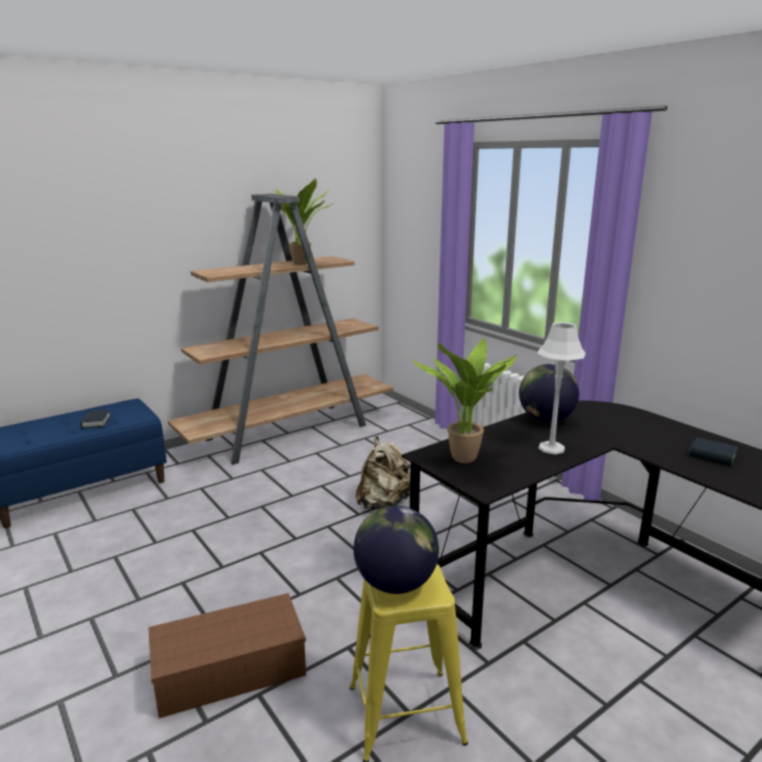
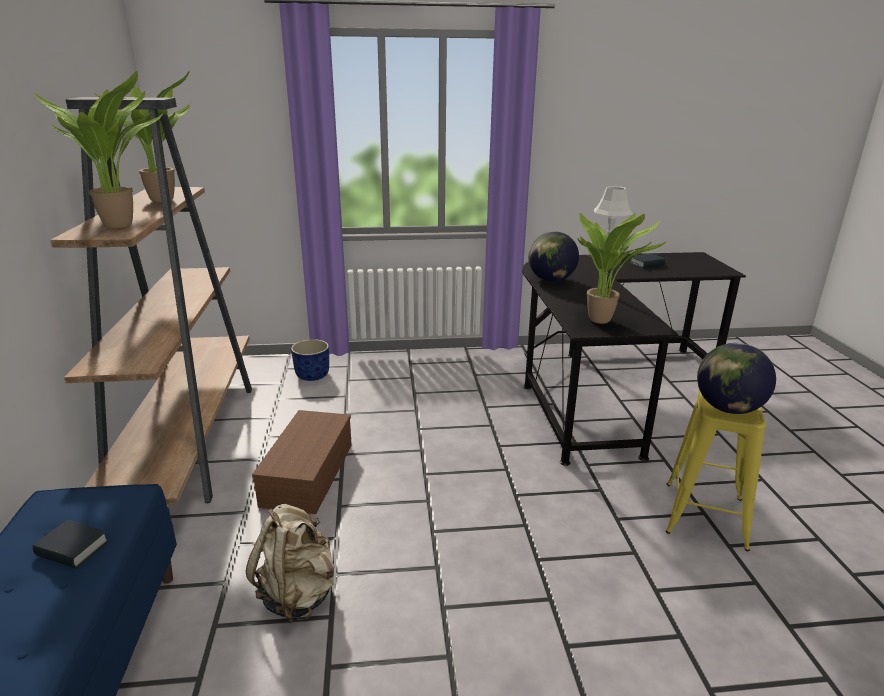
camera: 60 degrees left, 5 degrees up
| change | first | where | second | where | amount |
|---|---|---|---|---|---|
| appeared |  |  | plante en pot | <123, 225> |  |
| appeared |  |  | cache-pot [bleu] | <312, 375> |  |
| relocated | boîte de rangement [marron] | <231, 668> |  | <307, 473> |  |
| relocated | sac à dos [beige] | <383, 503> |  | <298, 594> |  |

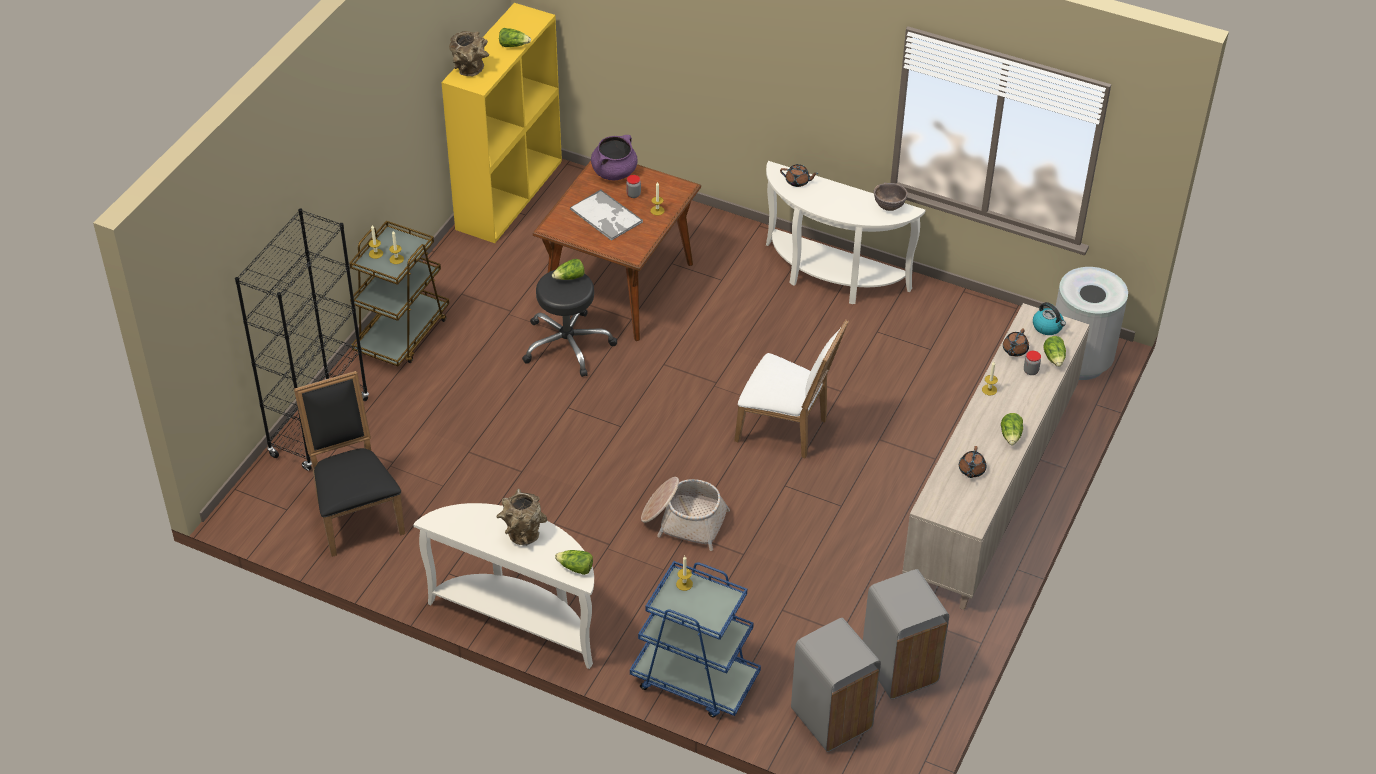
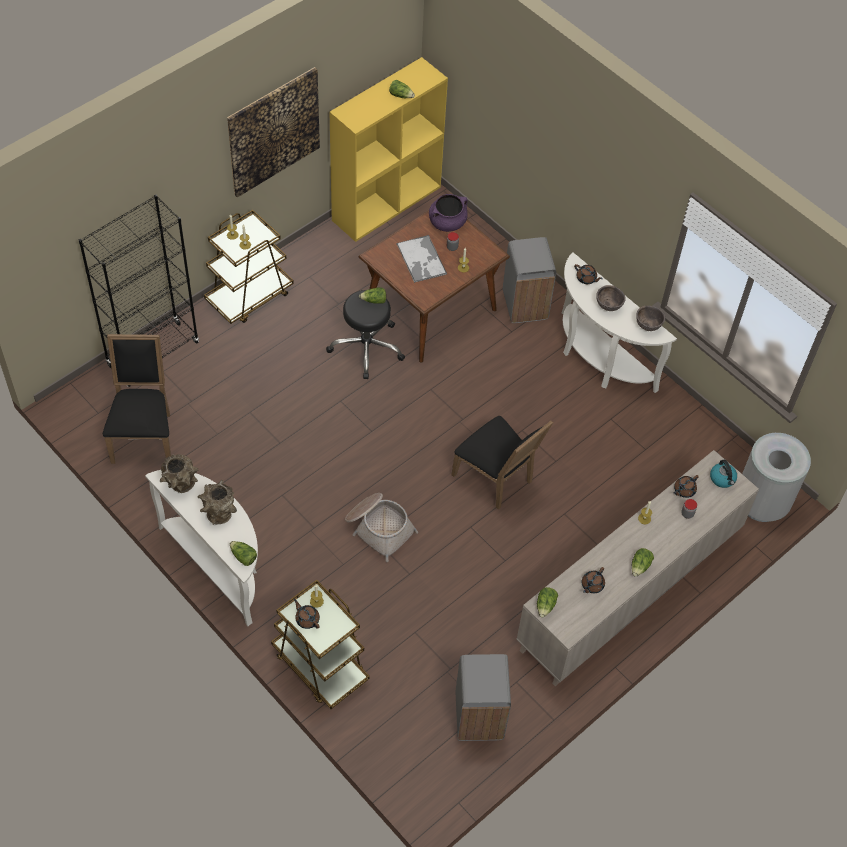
camera: 20 degrees right, 10 degrees up
| change | first | where | second | where | amount |
|---|---|---|---|---|---|
| appeared |  |  | tableau | <273, 132> |  |
| appeared |  |  | théière [marron] | <307, 619> |  |
| appeared |  |  | bol [marron] | <608, 306> |  |
| relocated | vase [marron] | <470, 71> |  | <181, 486> |  |
| relocated | poubelle [gris] | <831, 720> |  | <524, 305> |  |
| relocated | laitue | <1054, 358> |  | <545, 606> |  |
| colour | chariot [bleu] | <694, 680> | chariot [marron] | <320, 665> |  |
| colour | chaise [blanc] | <787, 429> | chaise [noir] | <496, 479> |  |

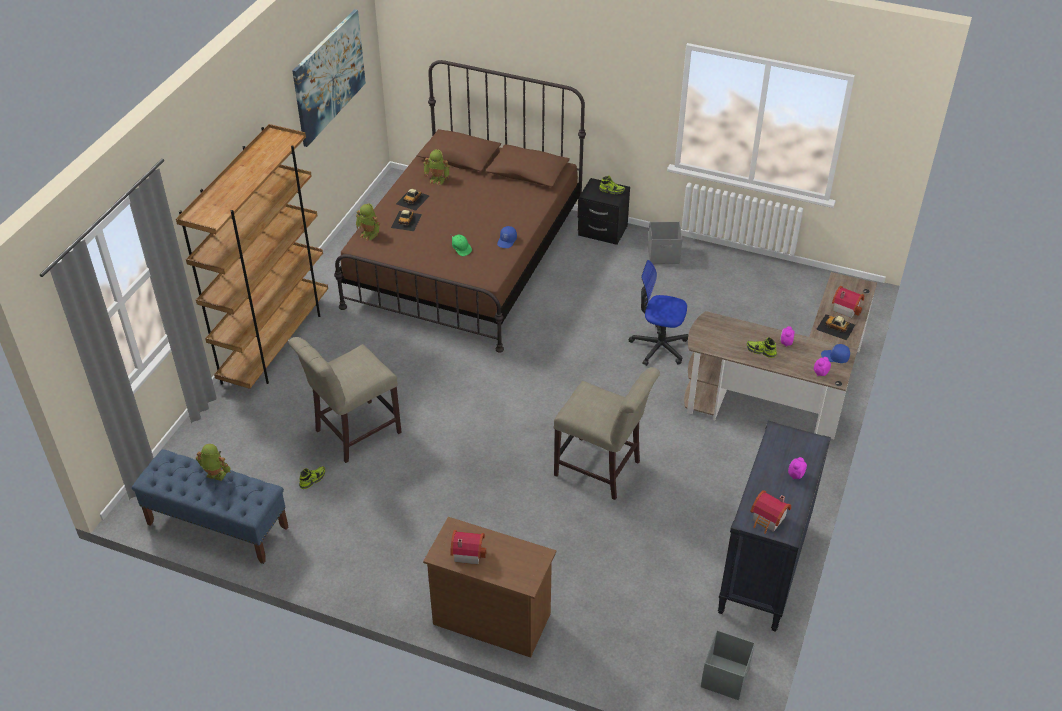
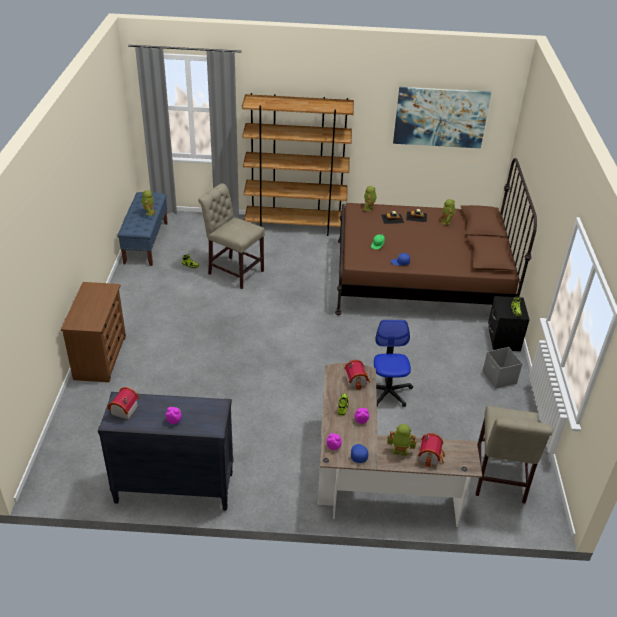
camera: 70 degrees right, 5 degrees down
| change | first | where | second | where | amount |
|---|---|---|---|---|---|
| missing | boîte de rangement [gris] | <725, 676> |  |  |  |
| relocated | maison miniature | <467, 551> |  | <357, 380> |  |
| relocated | chaise [beige] | <601, 470> |  | <499, 480> |  |
| exchanged | petite voiture | <836, 327> | robot jouet | <399, 451> |  |

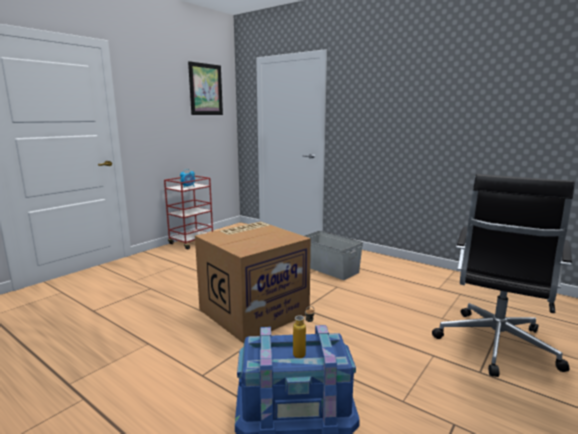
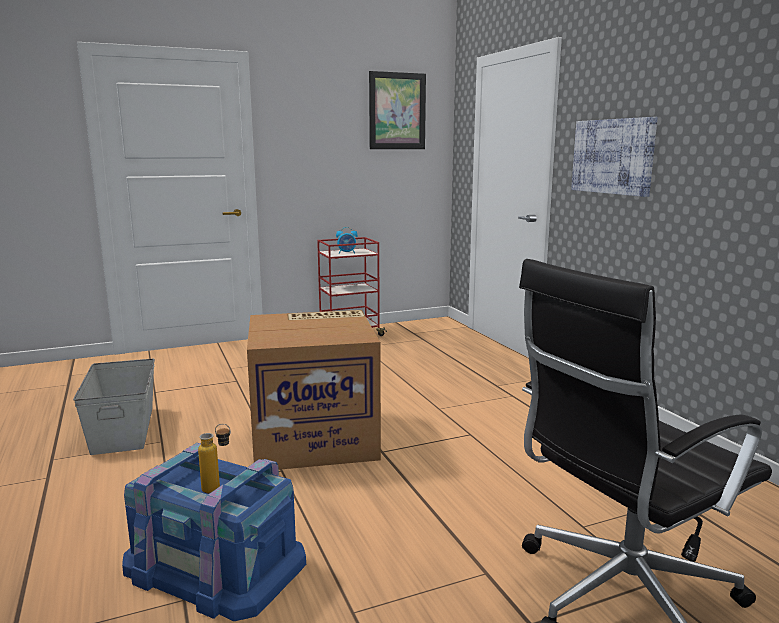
camera: 30 degrees right, 0 degrees up
| change | first | where | second | where | amount |
|---|---|---|---|---|---|
| appeared |  |  | tableau | <612, 156> |  |
| relocated | boîte de rangement [gris] | <329, 268> |  | <124, 429> |  |

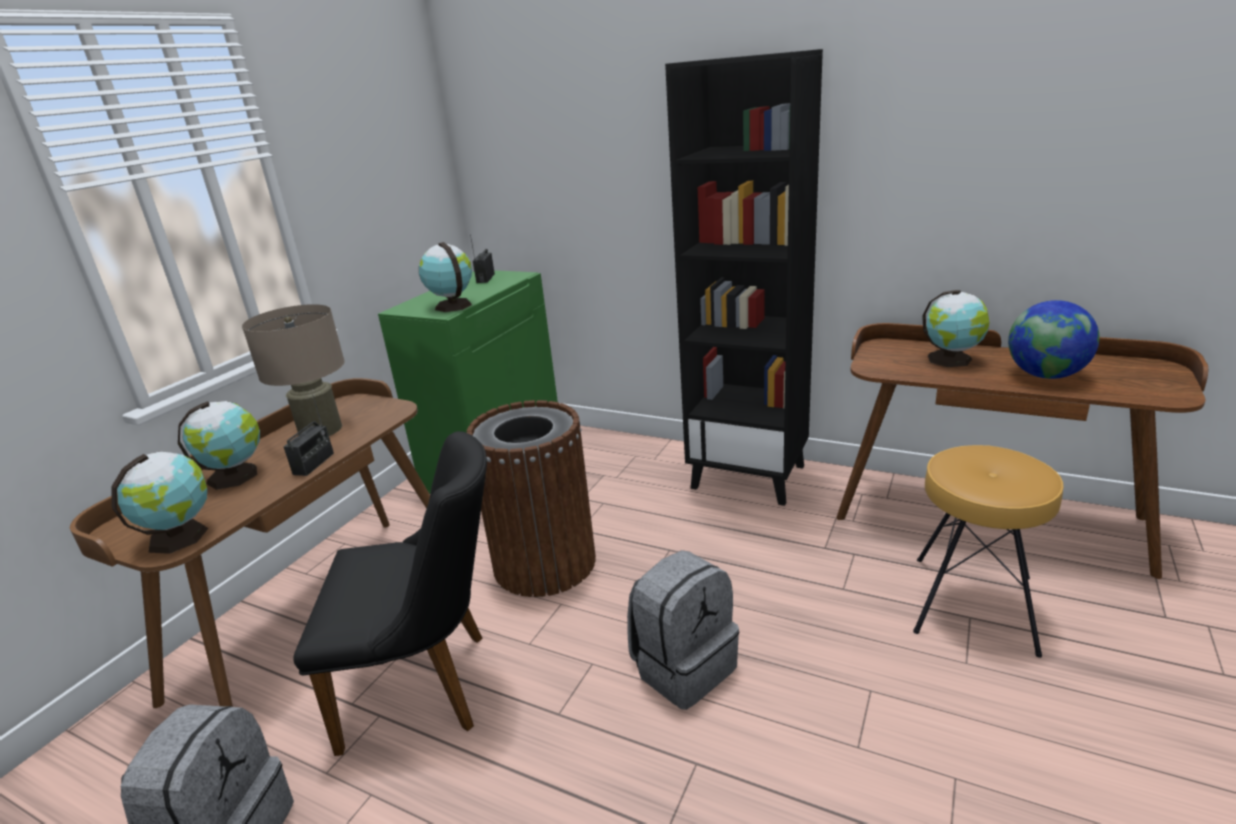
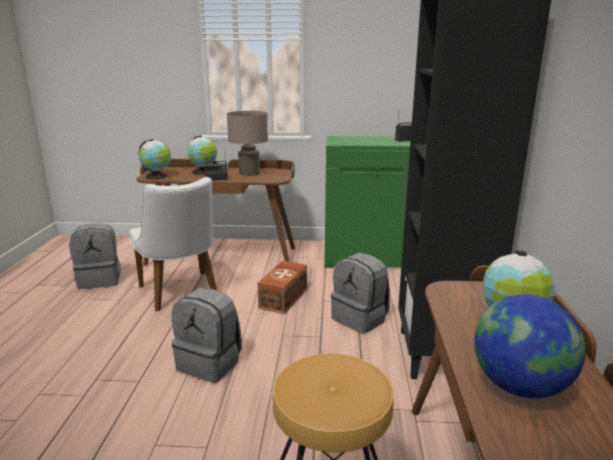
camera: 65 degrees right, 5 degrees down
| change | first | where | second | where | amount |
|---|---|---|---|---|---|
| missing | globe | <452, 305> |  |  |  |
| appeared |  |  | sac à dos [gris] | <360, 319> |  |
| exchanged | poubelle [marron] | <544, 563> | boîte de rangement [marron] | <284, 298> |  |
| colour | chaise [noir] | <431, 686> | chaise [blanc] | <181, 294> |  |

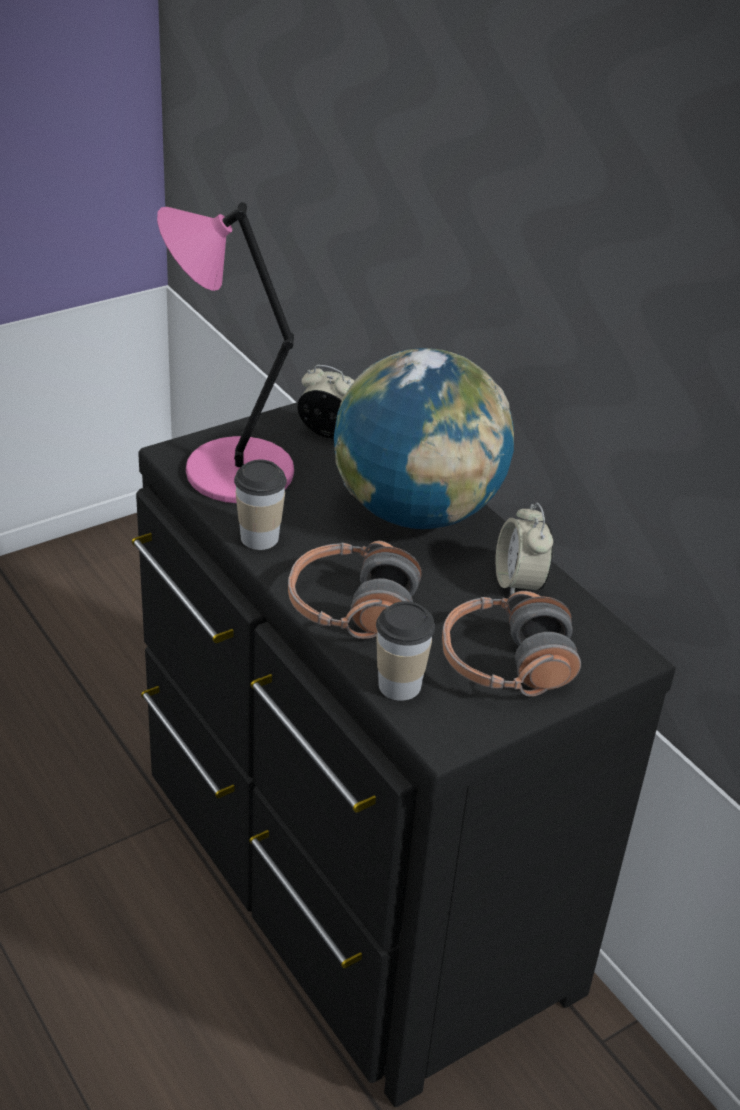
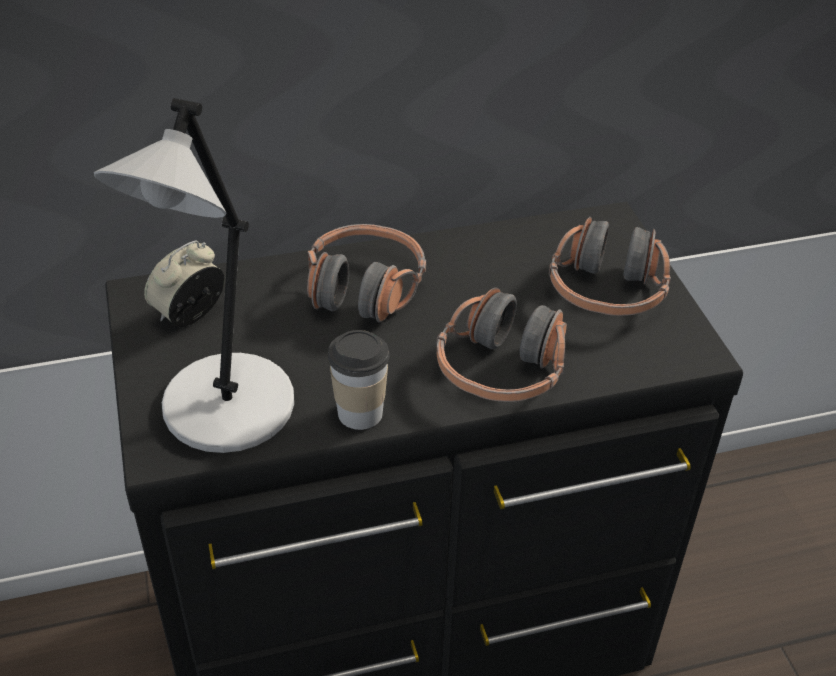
camera: 70 degrees left, 5 degrees up
| change | first | where | second | where | amount |
|---|---|---|---|---|---|
| missing | tasse | <399, 685> |  |  |  |
| missing | réveil | <519, 583> |  |  |  |
| exchanged | globe | <416, 512> | casque audio | <364, 288> |  |
| colour | lampe de table [rose] | <232, 472> | lampe de table [gris] | <225, 411> |  |

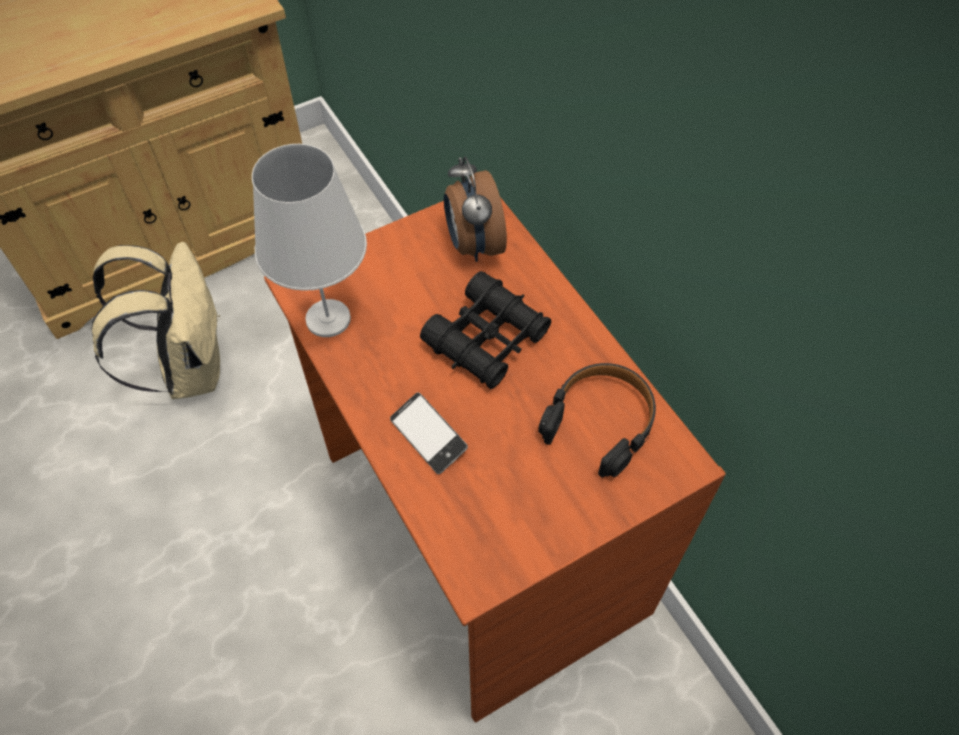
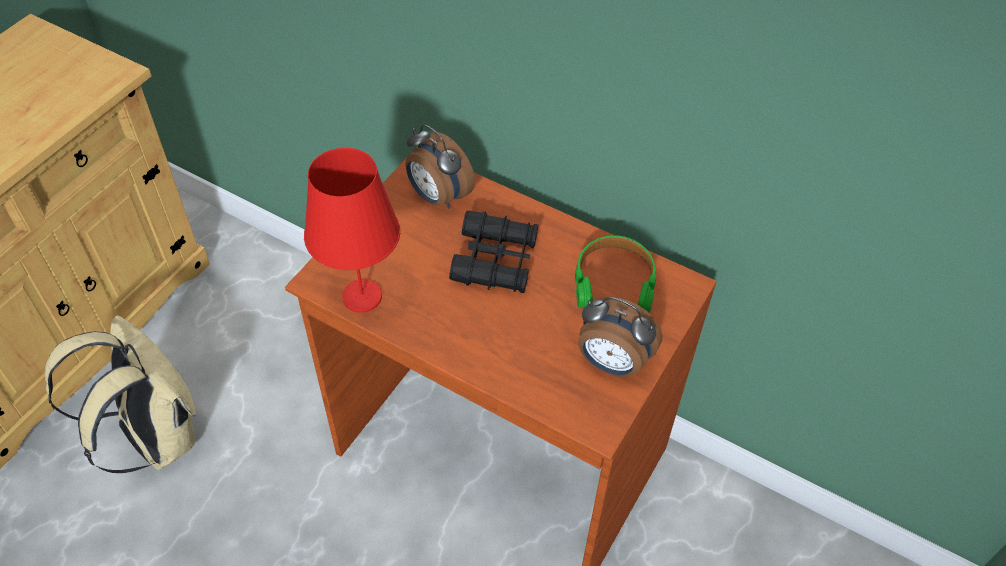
camera: 30 degrees left, 5 degrees down
| change | first | where | second | where | amount |
|---|---|---|---|---|---|
| missing | téléphone | <428, 436> |  |  |  |
| appeared |  |  | réveil | <612, 363> |  |
| colour | lampe de table [blanc] | <328, 318> | lampe de table [rouge] | <362, 296> |  |
| colour | casque audio [noir] | <600, 422> | casque audio [vert] | <614, 283> |  |

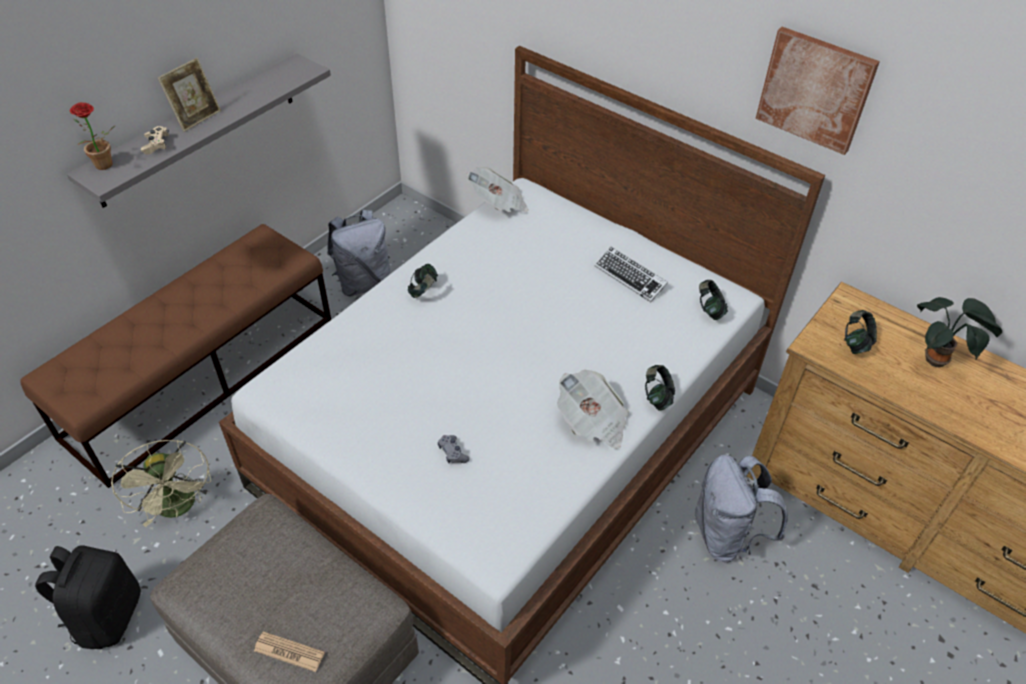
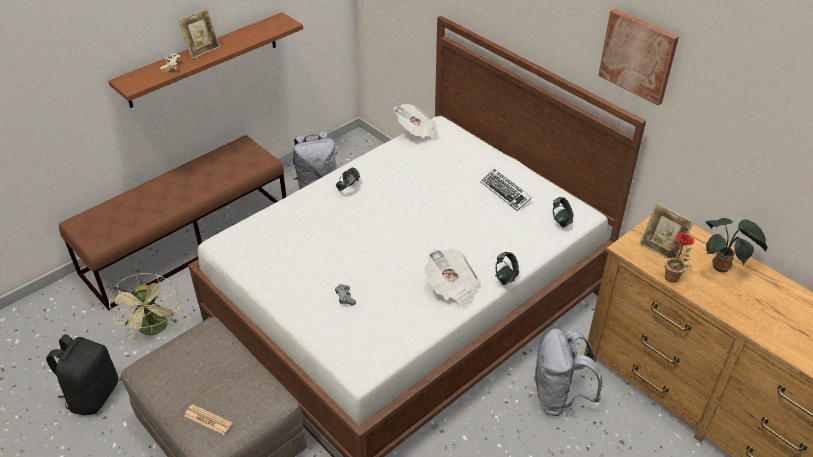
camera: 10 degrees right, 5 degrees down
| change | first | where | second | where | amount |
|---|---|---|---|---|---|
| relocated | plante en pot | <105, 167> |  | <673, 279> |  |
| exchanged | casque audio | <856, 343> | cadre photo | <660, 249> |  |
| colour | étagère [gris] | <197, 129> | étagère [marron] | <203, 60> |  |

